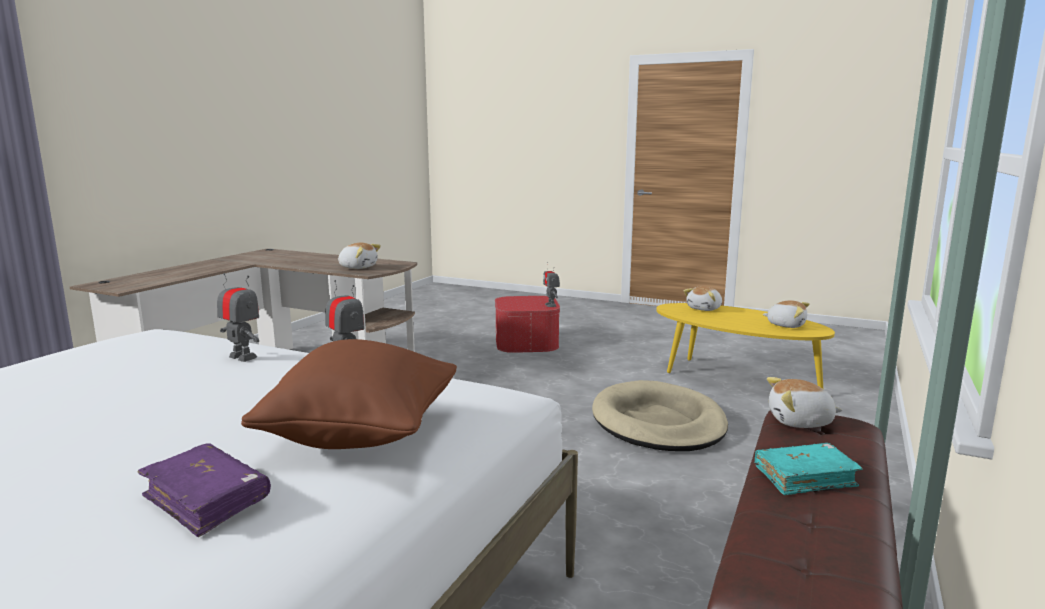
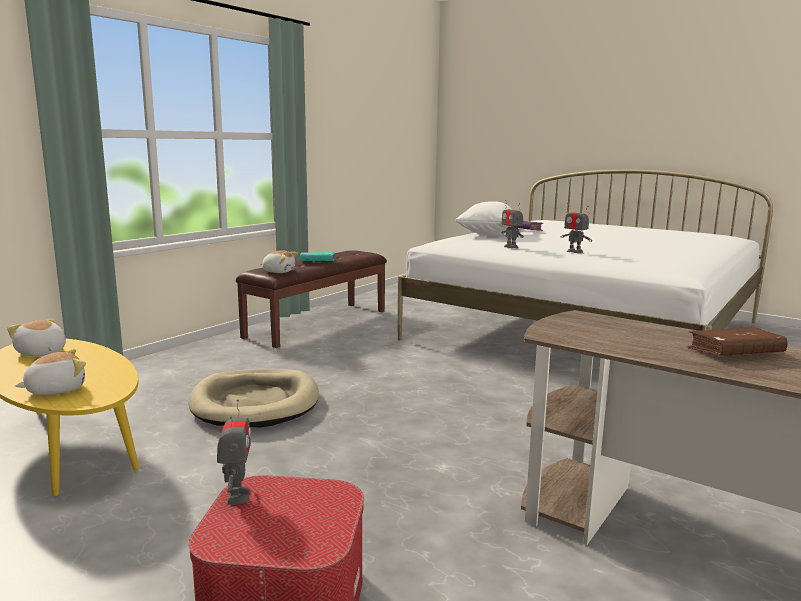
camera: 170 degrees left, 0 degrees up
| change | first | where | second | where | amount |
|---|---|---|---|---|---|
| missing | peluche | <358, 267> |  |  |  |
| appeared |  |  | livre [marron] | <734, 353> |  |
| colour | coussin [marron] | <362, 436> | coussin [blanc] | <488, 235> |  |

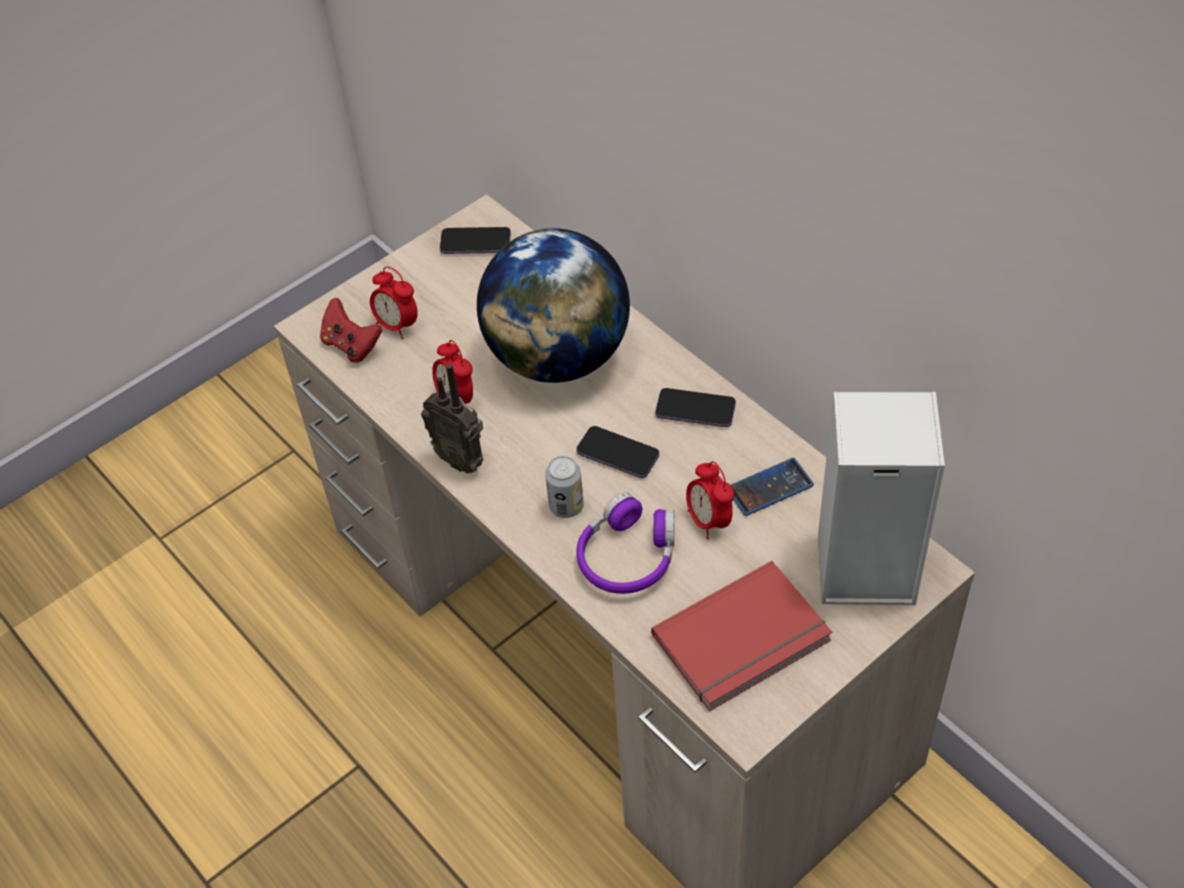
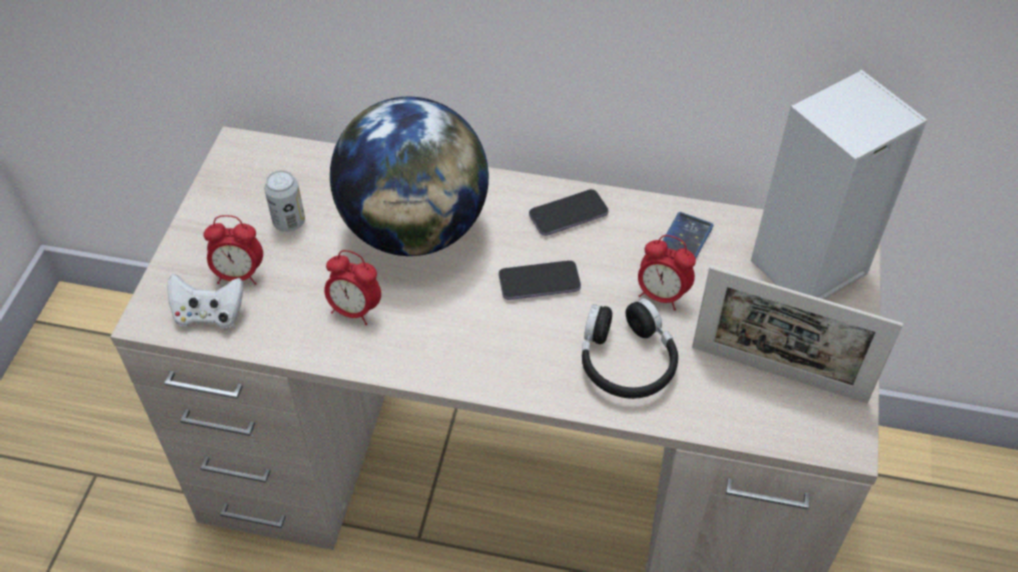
camera: 40 degrees left, 0 degrees up
| change | first | where | second | where | amount |
|---|---|---|---|---|---|
| missing | radio | <461, 458> |  |  |  |
| missing | téléphone | <475, 243> |  |  |  |
| relocated | boîte métallique | <566, 506> |  | <289, 222> |  |
| exchanged | livre [rouge] | <744, 641> | cadre photo | <778, 374> |  |
| colour | manette [rouge] | <351, 345> | manette [blanc] | <209, 314> |  |
| colour | casque audio [violet] | <628, 556> | casque audio [noir] | <626, 360> |  |

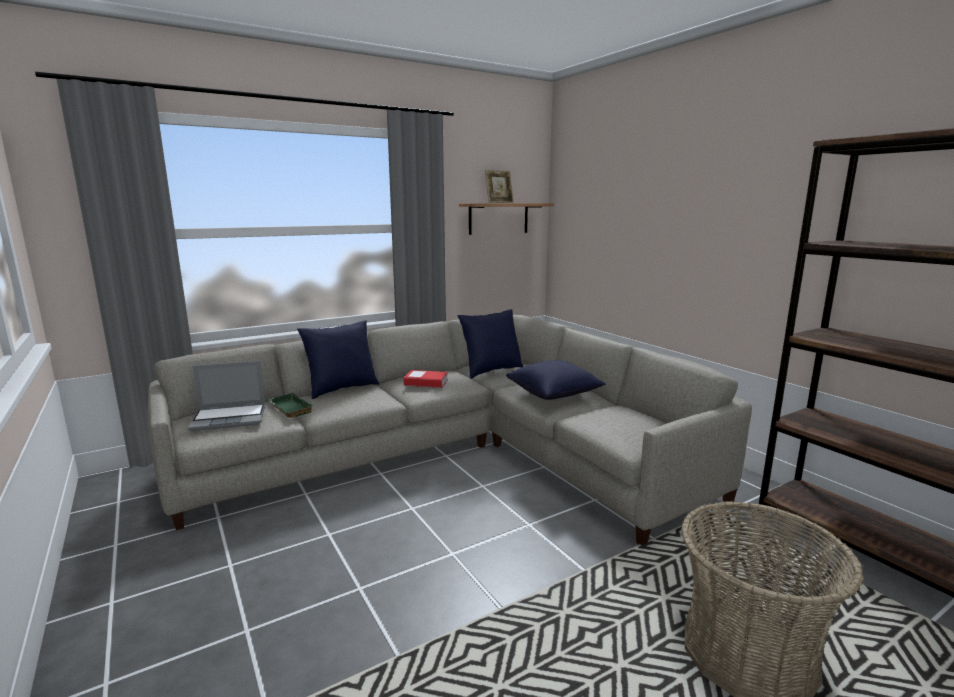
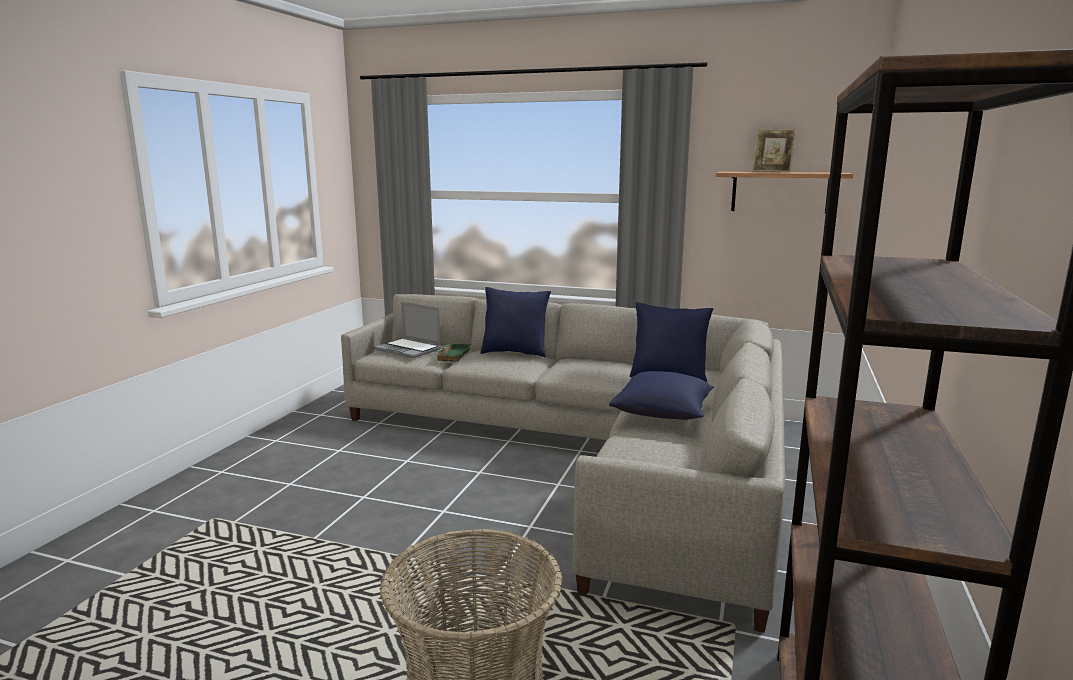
camera: 50 degrees right, 0 degrees up
| change | first | where | second | where | amount |
|---|---|---|---|---|---|
| missing | livre | <426, 383> |  |  |  |

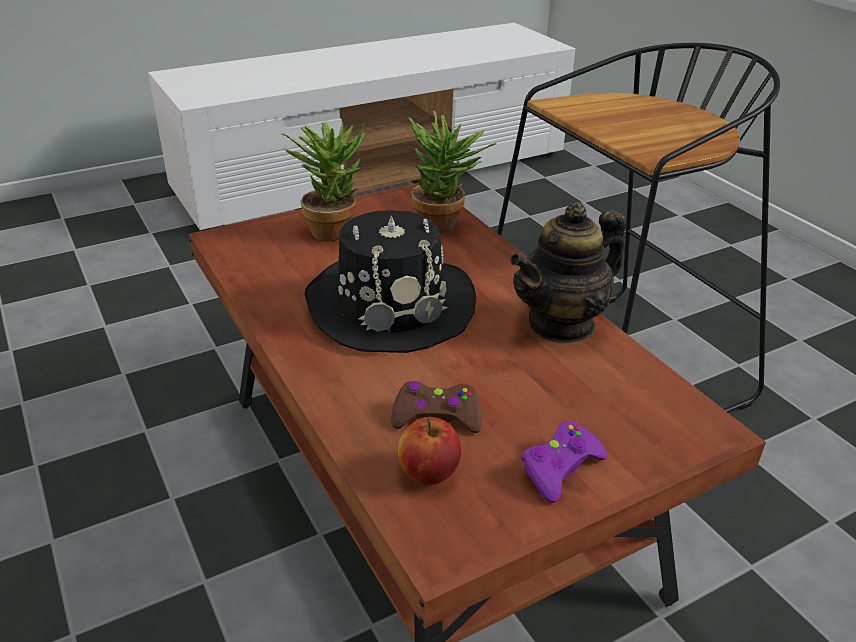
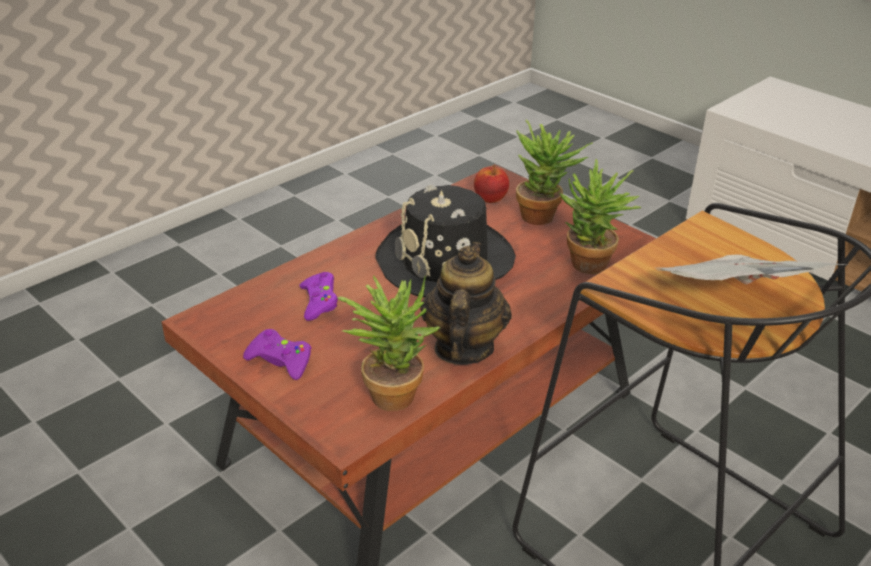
camera: 75 degrees right, 0 degrees up
| change | first | where | second | where | amount |
|---|---|---|---|---|---|
| appeared |  |  | plante en pot | <390, 390> |  |
| appeared |  |  | journal | <735, 305> |  |
| relocated | pomme | <428, 473> |  | <490, 199> |  |
| colour | manette [marron] | <436, 416> | manette [violet] | <319, 302> |  |
| spun | théière | <561, 323> |  | <463, 348> | 60 degrees clockwise |

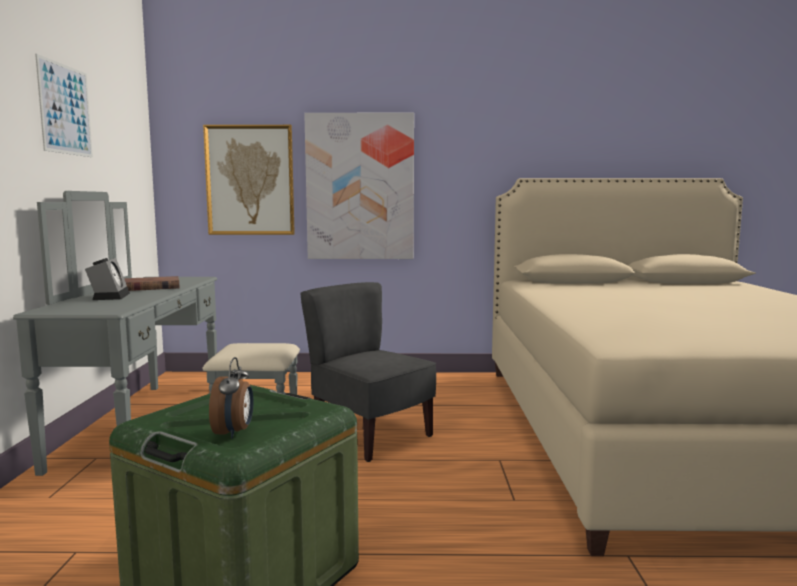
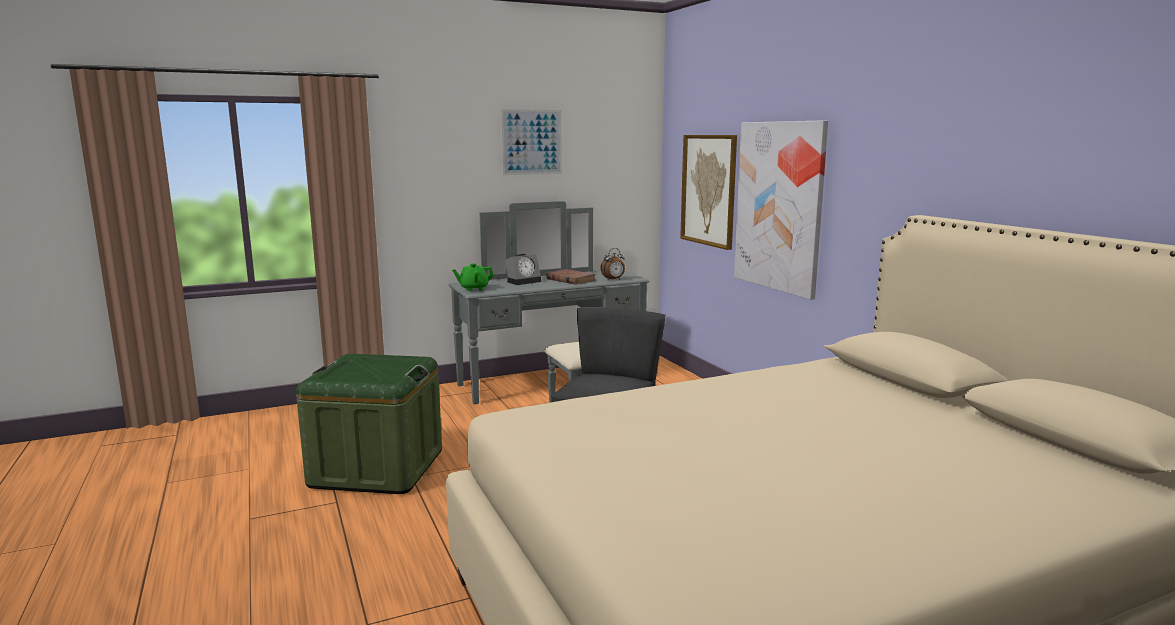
camera: 65 degrees right, 5 degrees up
| change | first | where | second | where | amount |
|---|---|---|---|---|---|
| appeared |  |  | théière [vert] | <473, 289> |  |
| relocated | réveil | <234, 432> |  | <613, 279> |  |

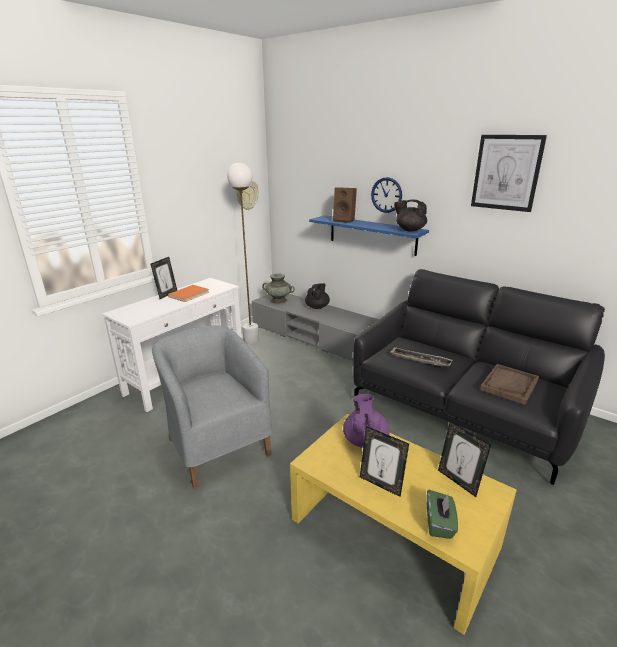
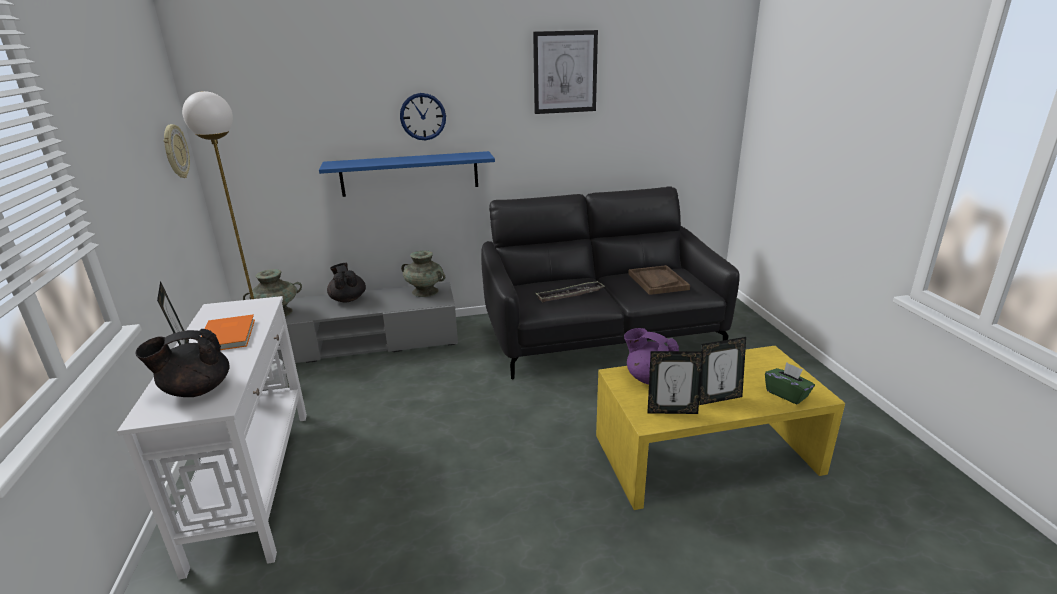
camera: 50 degrees left, 0 degrees up
| change | first | where | second | where | amount |
|---|---|---|---|---|---|
| missing | fauteuil [gris] | <216, 444> |  |  |  |
| missing | enceinte [marron] | <345, 220> |  |  |  |
| appeared |  |  | vase [turquoise] | <425, 291> |  |
| relocated | théière [noir] | <409, 230> |  | <196, 390> |  |
| relocated | cadre photo | <458, 481> |  | <671, 411> |  |

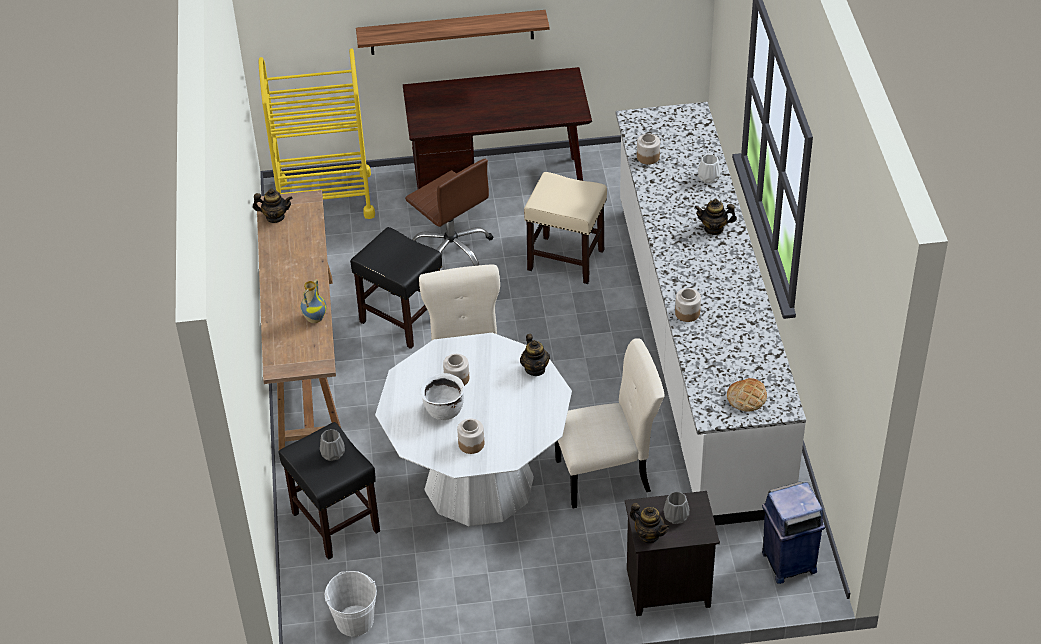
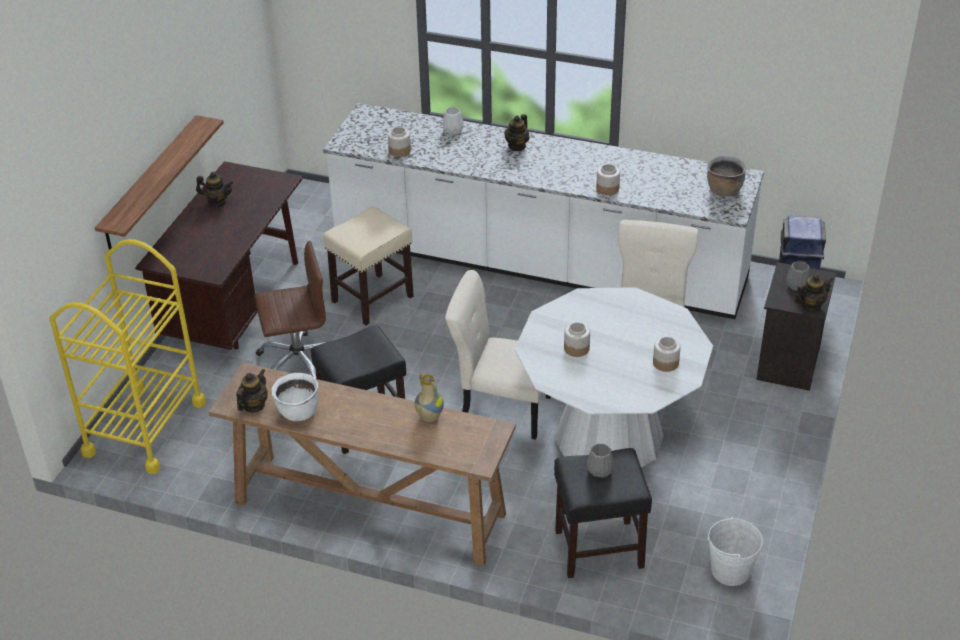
camera: 65 degrees left, 5 degrees down
| change | first | where | second | where | amount |
|---|---|---|---|---|---|
| relocated | marmite [blanc] | <443, 410> |  | <298, 412> |  |
| relocated | théière | <535, 369> |  | <217, 202> |  |
| exchanged | pain | <746, 397> | marmite [marron] | <724, 190> |  |

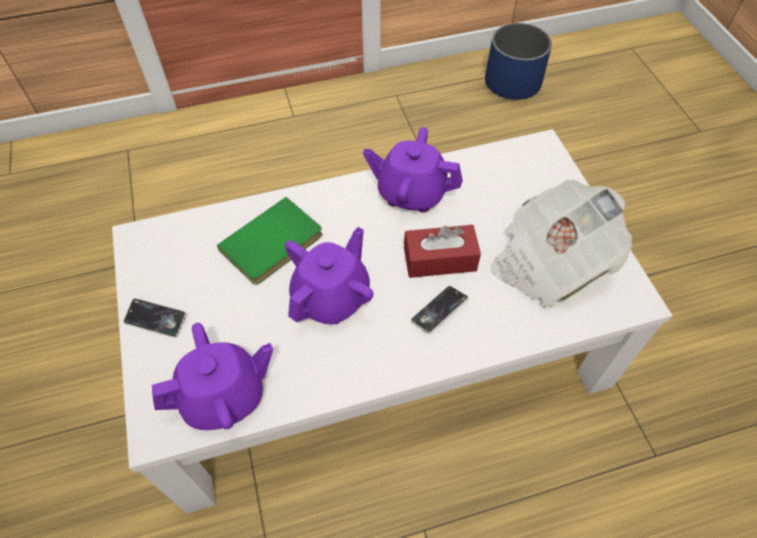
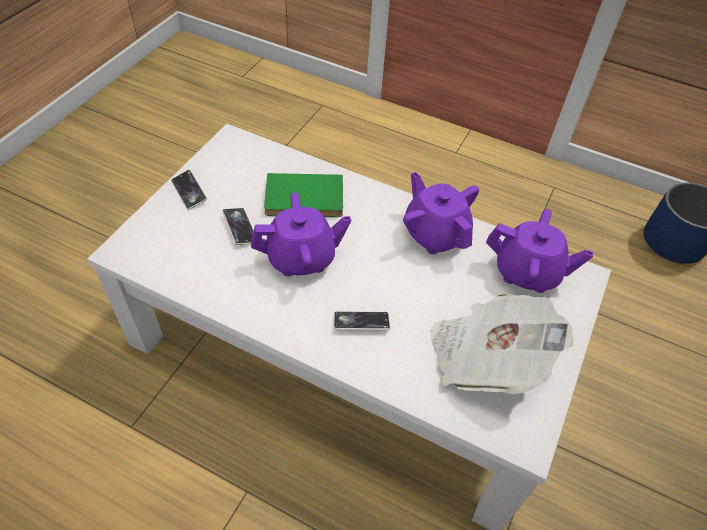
camera: 40 degrees right, 5 degrees down
| change | first | where | second | where | amount |
|---|---|---|---|---|---|
| missing | boîte à mouchoirs [rouge] | <440, 259> |  |  |  |
| appeared |  |  | téléphone | <240, 228> |  |
| relocated | théière [violet] | <224, 396> |  | <527, 272> |  |

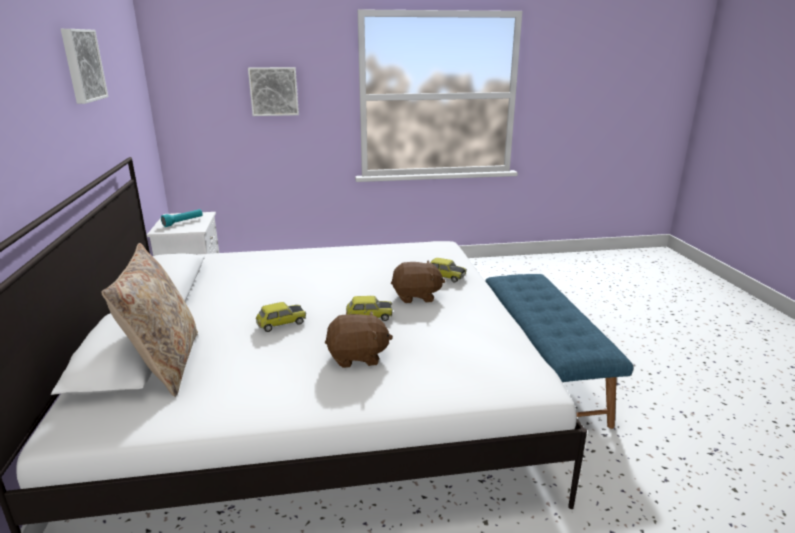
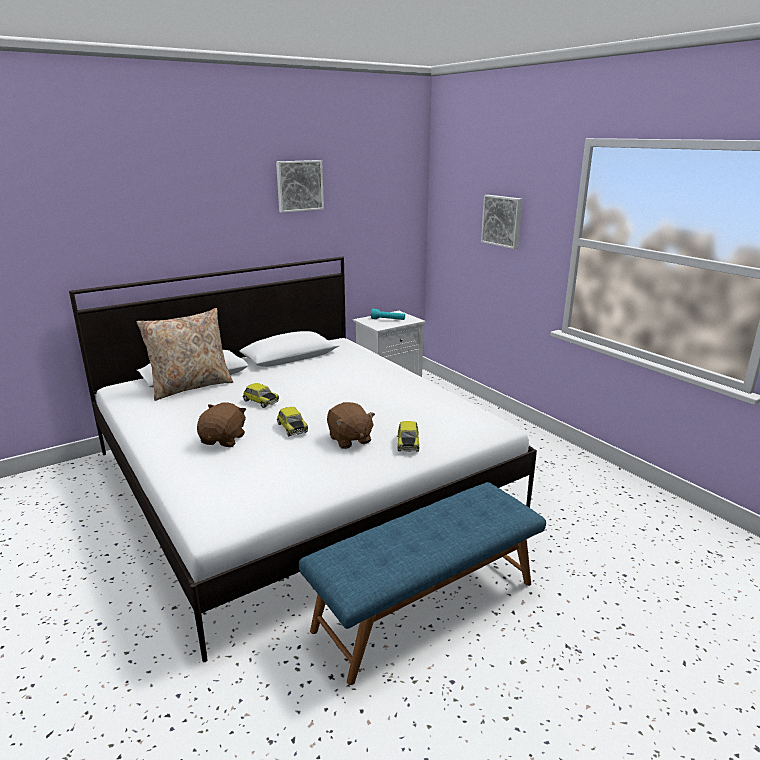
camera: 65 degrees right, 0 degrees up
| change | first | where | second | where | amount |
|---|---|---|---|---|---|
| spun | peluche [marron] | <357, 357> |  | <224, 440> | 135 degrees counterclockwise |

